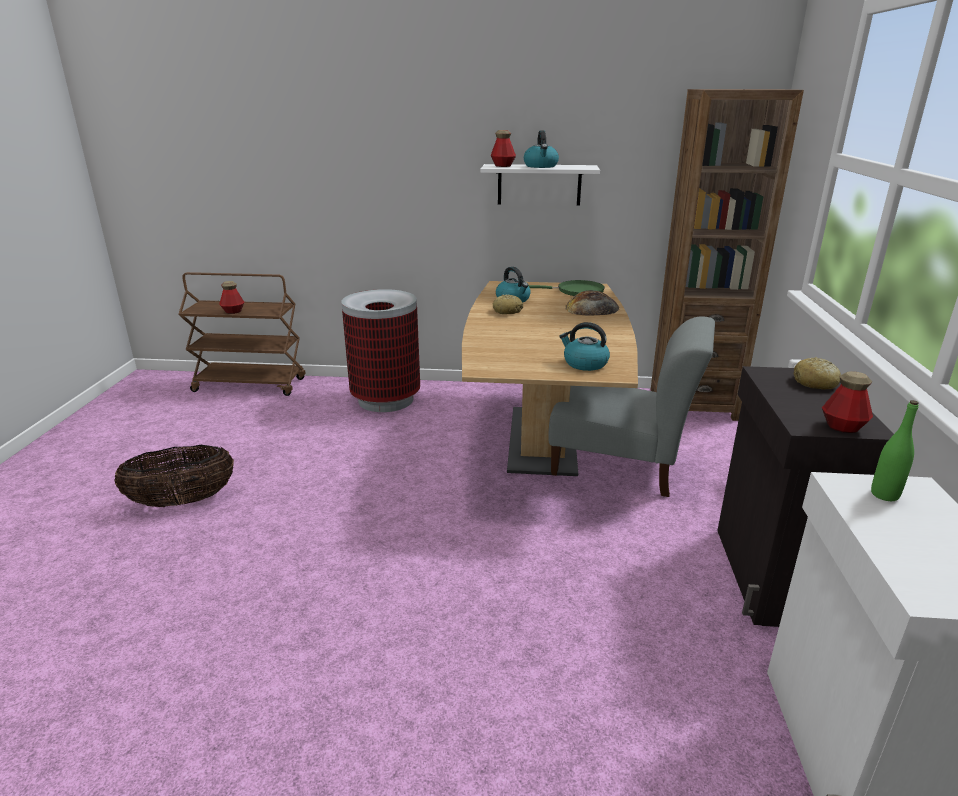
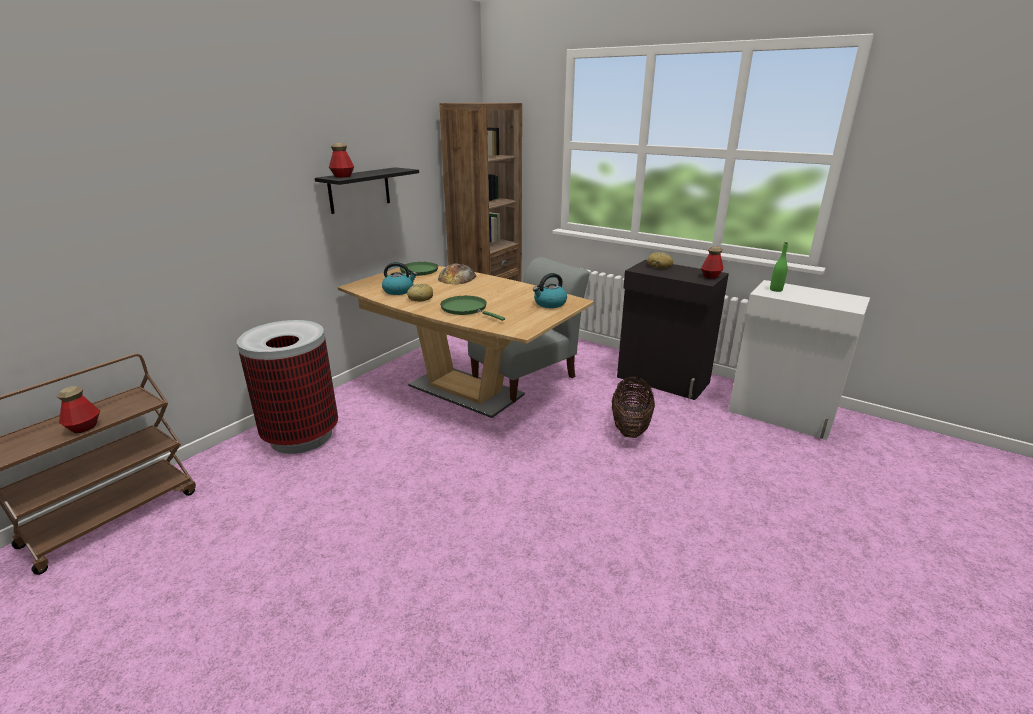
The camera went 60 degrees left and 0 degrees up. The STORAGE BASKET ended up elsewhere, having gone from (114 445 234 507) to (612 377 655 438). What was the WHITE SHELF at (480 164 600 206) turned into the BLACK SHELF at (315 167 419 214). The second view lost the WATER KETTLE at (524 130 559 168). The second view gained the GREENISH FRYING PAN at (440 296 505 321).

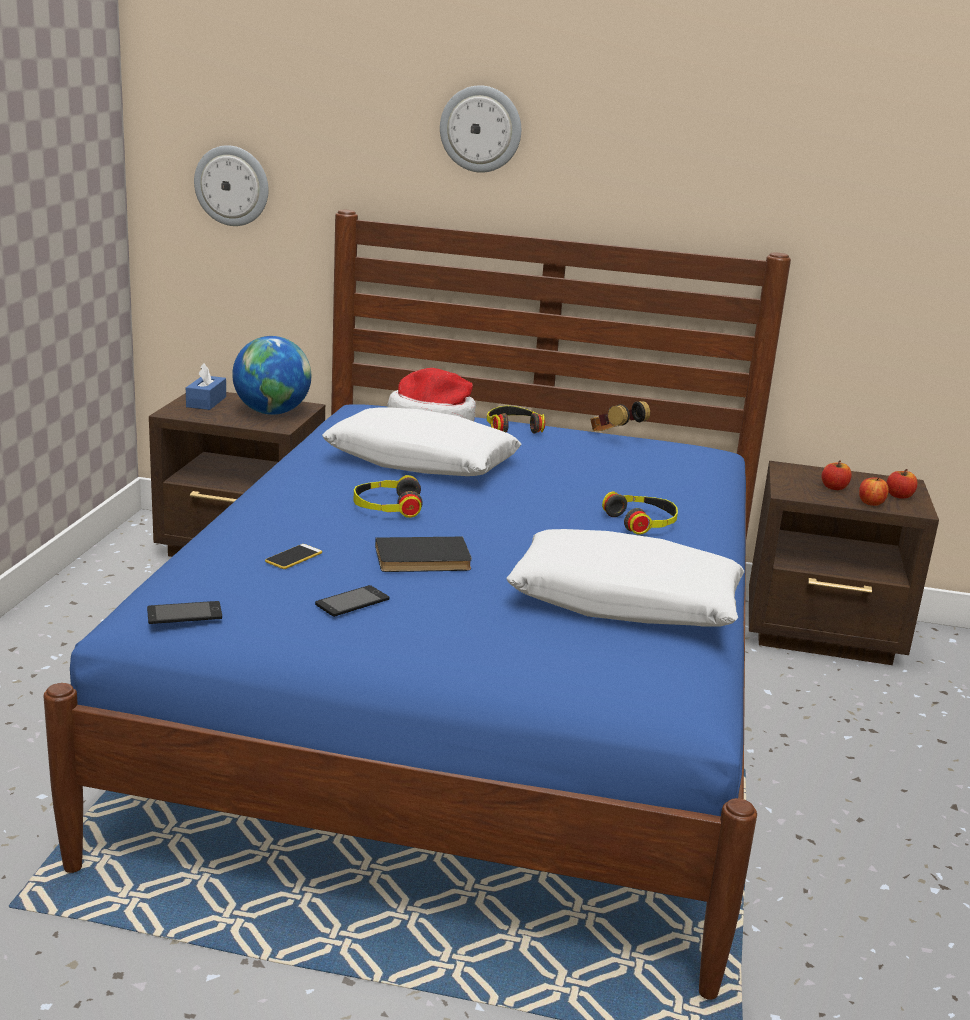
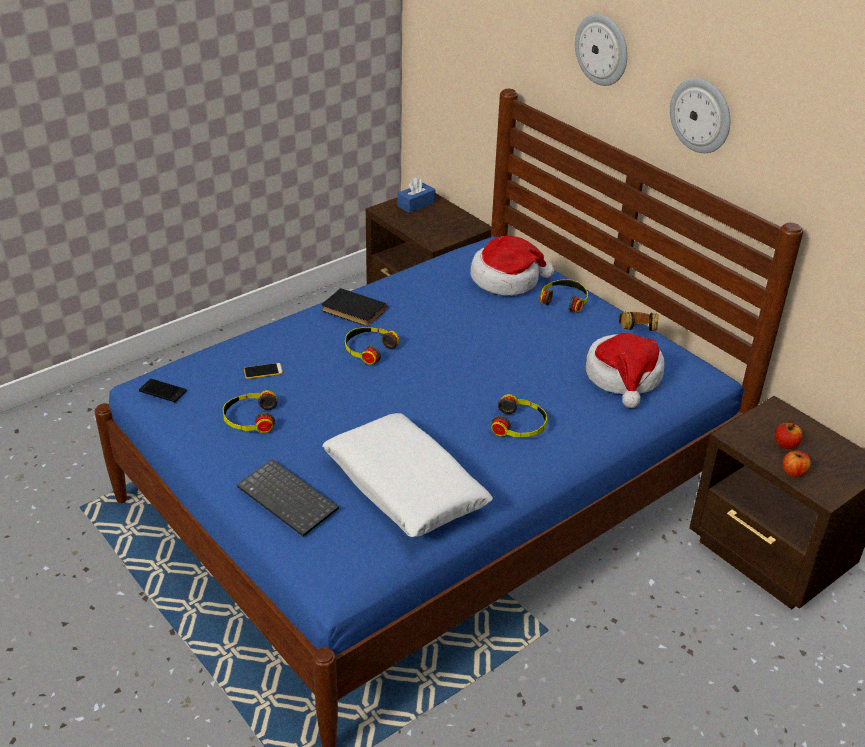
The camera went 40 degrees right and 15 degrees up. The HANGING CLOCK ended up elsewhere, having gone from (194 145 269 226) to (670 78 730 153). The second view lost the GLOBE at (232 336 311 415). Where the HANDSET stood at (315 585 389 617), the PAIR OF HEADPHONES came to stand at (223 390 277 433). The second view lost the WHITE PILLOW at (322 407 522 476). The BLACK VOLUME ended up elsewhere, having gone from (375 537 472 572) to (322 288 387 326). The second view lost the APPLE at (887 469 917 499). The second view gained the PC KEYBOARD at (237 459 339 537). The second view gained the HAT at (586 333 664 408).

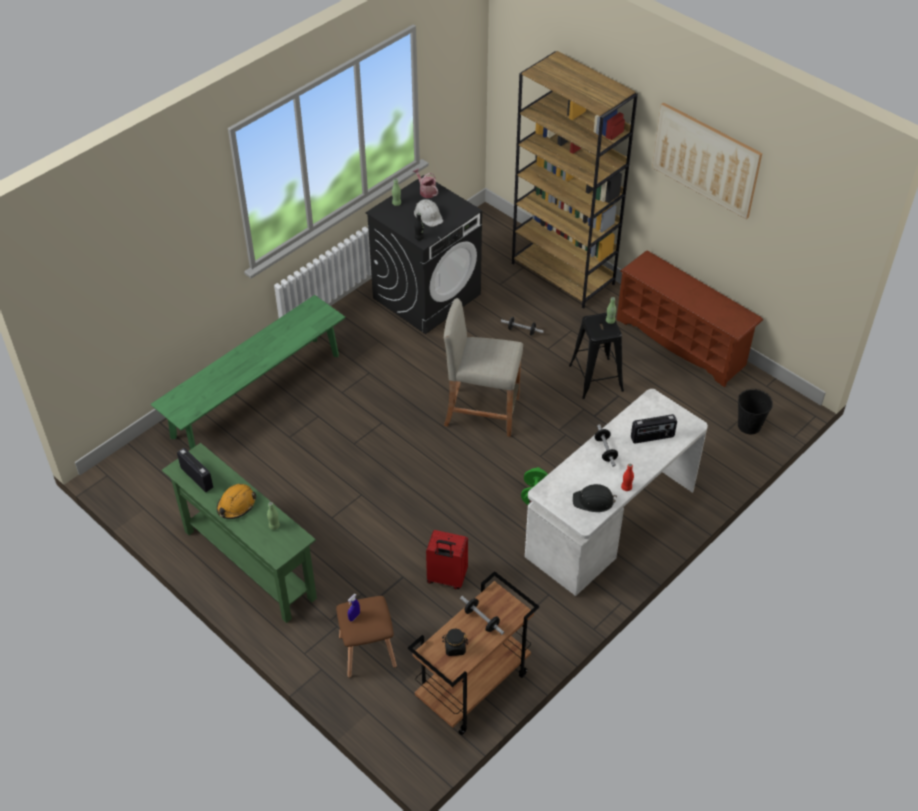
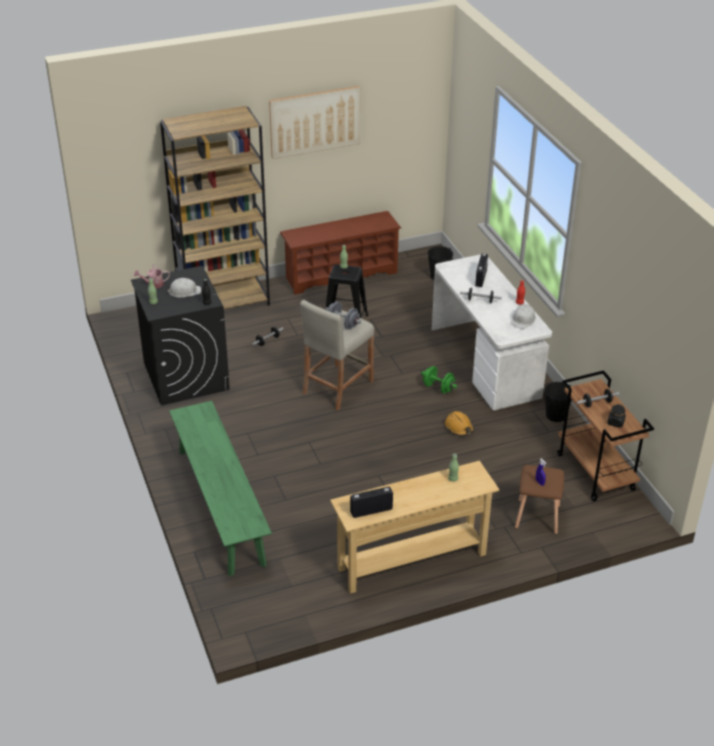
The camera went 65 degrees left and 10 degrees down. What was the GREENISH NARROW TABLE at (162 443 317 623) turned into the BEIGE NARROW TABLE at (330 461 500 594). The ORANGE-COLOURED HARD HAT ended up elsewhere, having gone from (217 484 257 519) to (445 411 474 436). The second view lost the RED TRAVEL CASE at (426 530 468 589). What was the BLACK HARD HAT at (573 484 617 512) turned into the WHITE HARD HAT at (511 304 536 329). The second view gained the GREYISH FREE WEIGHT at (325 301 361 329). The second view gained the BLACK WATER BUCKET at (544 382 572 422).

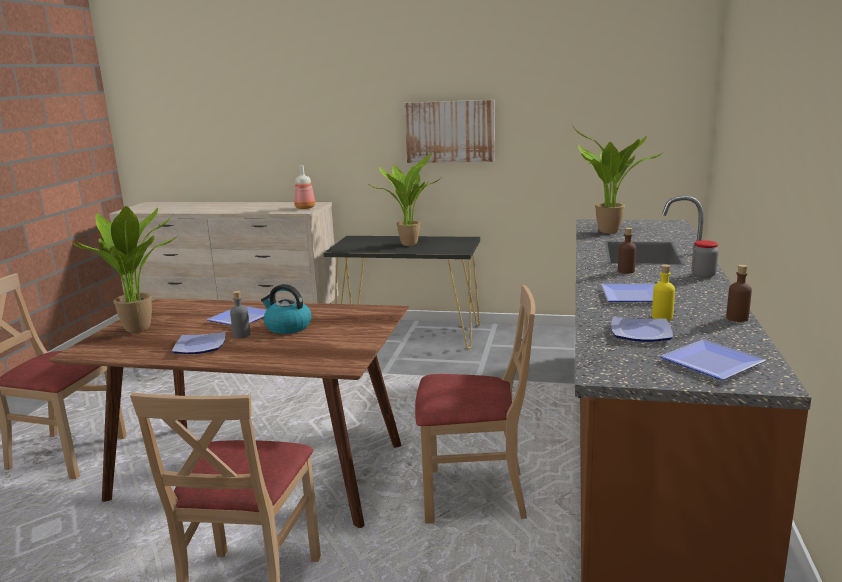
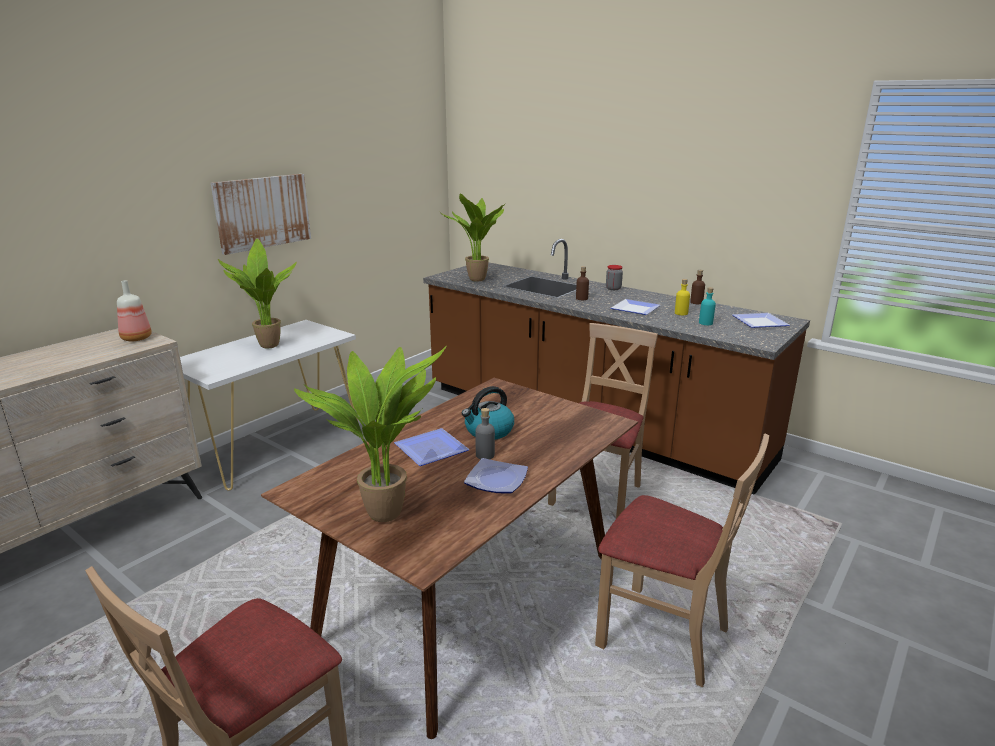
The camera went 65 degrees left and 5 degrees up. What was the BLACK NARROW TABLE at (324 236 480 349) turned into the WHITE NARROW TABLE at (180 320 358 491). Where the FLAT DISH stood at (611 317 673 342), the TURQUOISE-COLOURED BOTTLE came to stand at (699 287 716 325).

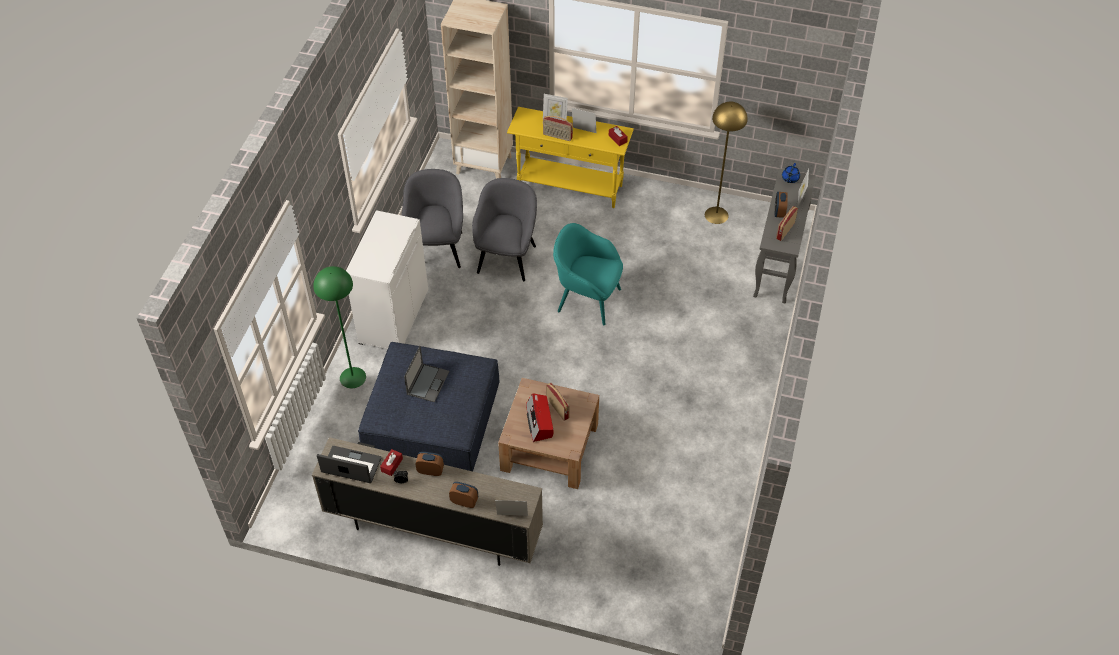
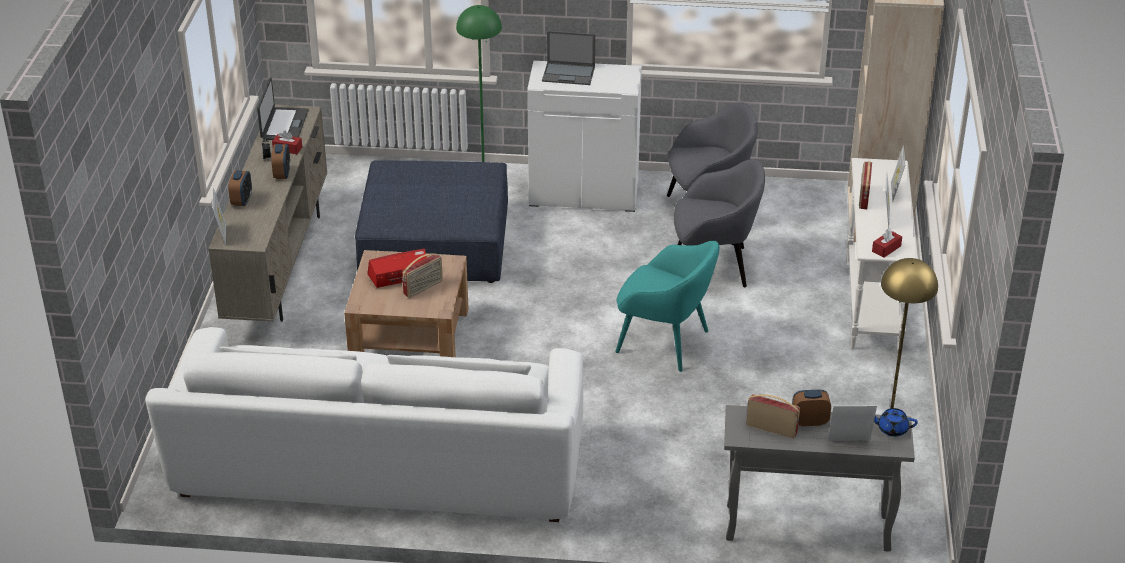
The camera went 80 degrees right and 15 degrees down. The NOTEBOOK COMPUTER ended up elsewhere, having gone from (404 346 449 402) to (542 31 595 85). What was the YELLOW-COLOURED NARROW TABLE at (507 107 634 208) turned into the WHITE NARROW TABLE at (846 158 918 352). The TURQUOISE-COLOURED LOUNGE CHAIR at (553 223 623 326) ended up facing another way, 105 degrees clockwise from before. The second view gained the WHITE SOFA at (145 327 583 522).

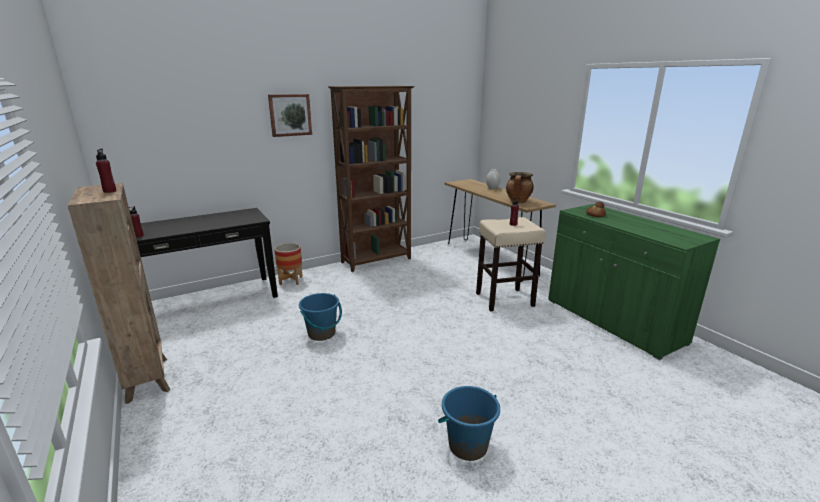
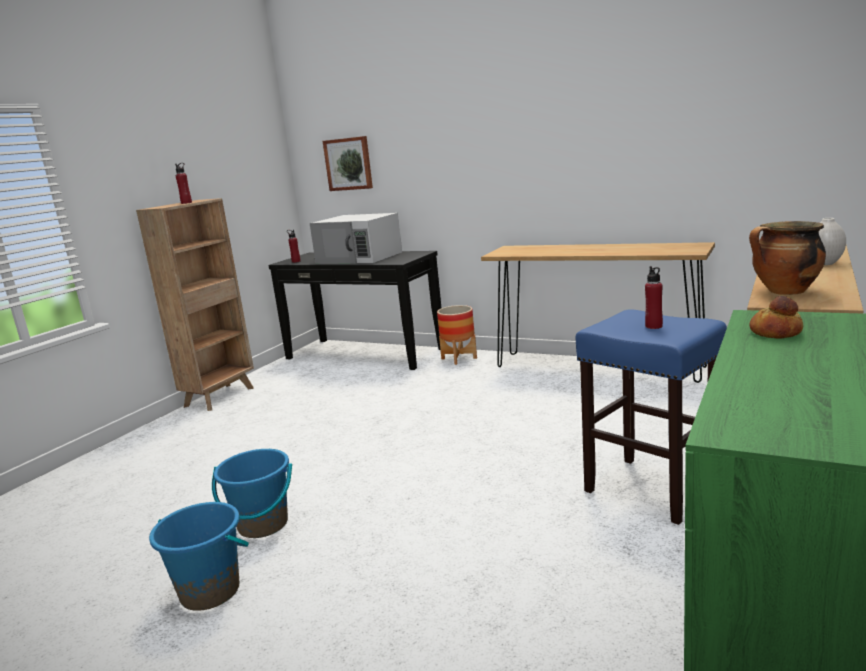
The camera went 60 degrees right and 5 degrees down. The WALL ART ended up elsewhere, having gone from (268 94 312 137) to (323 136 373 191). The BLUISH WATER BUCKET ended up elsewhere, having gone from (299 293 342 341) to (212 449 292 538). Where the BROWN-COLOURED SHELVING UNIT stood at (328 86 415 272), the BROWN-COLOURED NARROW TABLE came to stand at (481 242 715 383). What was the BEIGE STOOL SEAT at (476 217 546 311) turned into the BLUISH STOOL SEAT at (576 309 727 525). The second view gained the WHITE MICROWAVE OVEN at (310 213 402 263).

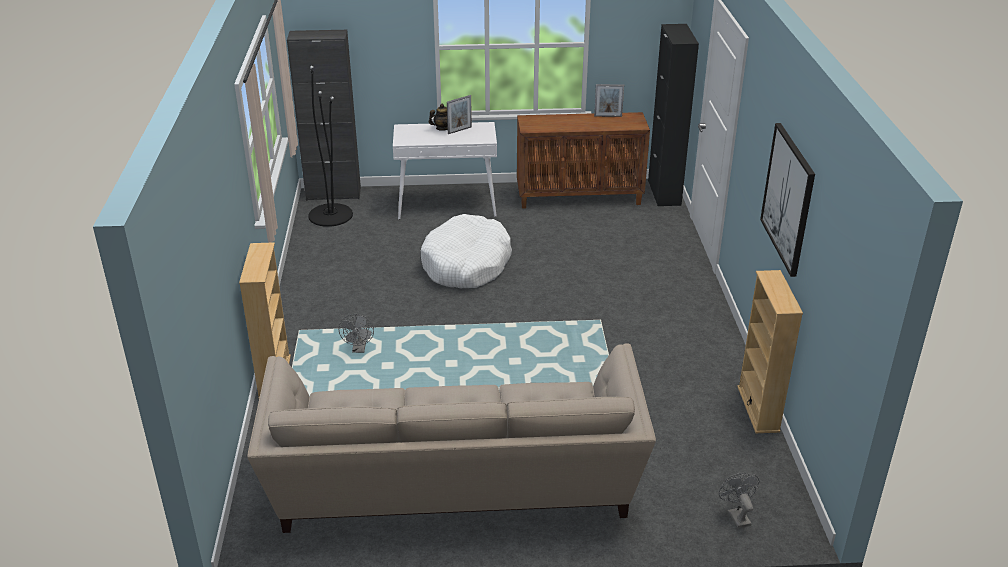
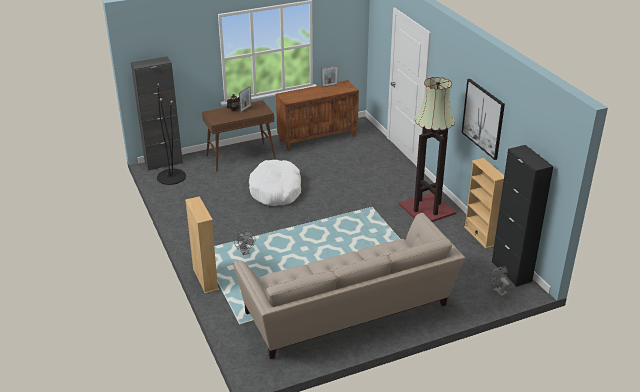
The camera went 20 degrees left and 0 degrees up. What was the WHITE NARROW TABLE at (393 122 497 220) turned into the BROWN-COLOURED NARROW TABLE at (202 100 276 172). The BLACK CUPBOARD ended up elsewhere, having gone from (648 24 699 206) to (492 145 553 287). The second view gained the STANDARD LAMP at (399 77 456 222).

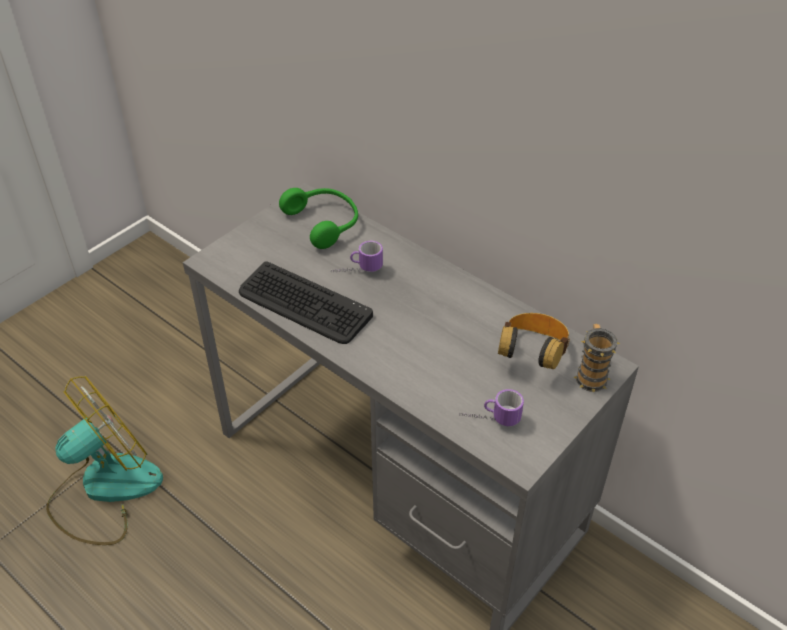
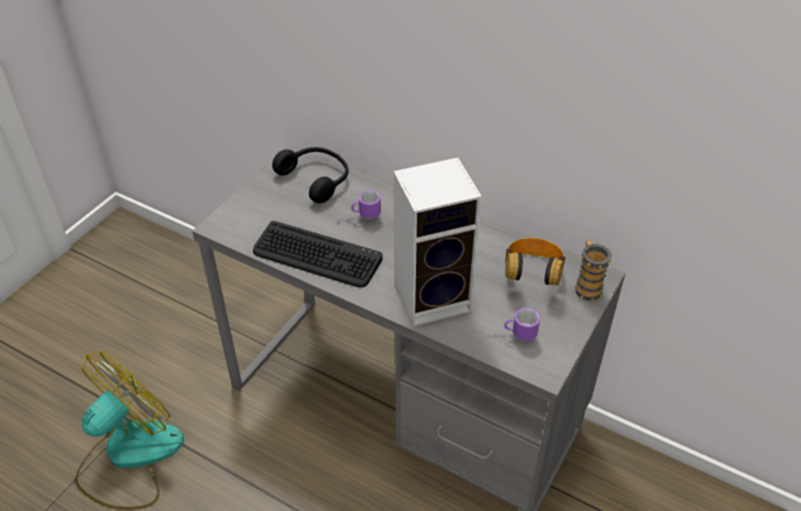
The camera went 10 degrees left and 0 degrees up. What was the GREENISH PAIR OF HEADPHONES at (279 188 358 249) turned into the BLACK PAIR OF HEADPHONES at (272 147 349 203). The second view gained the SPEAKER at (393 158 482 327).

